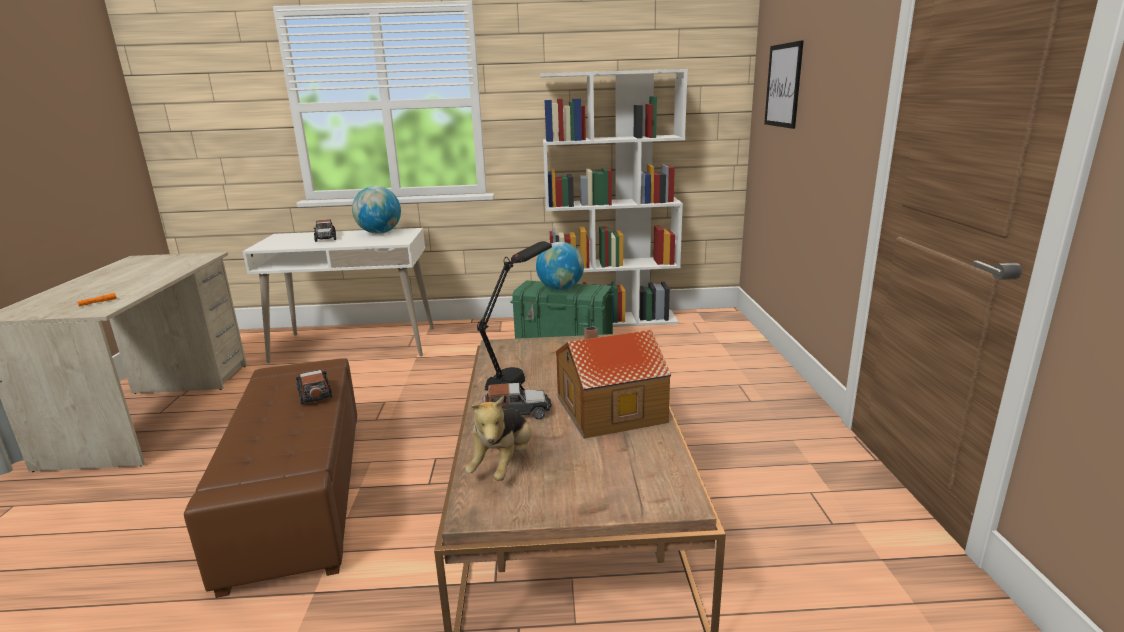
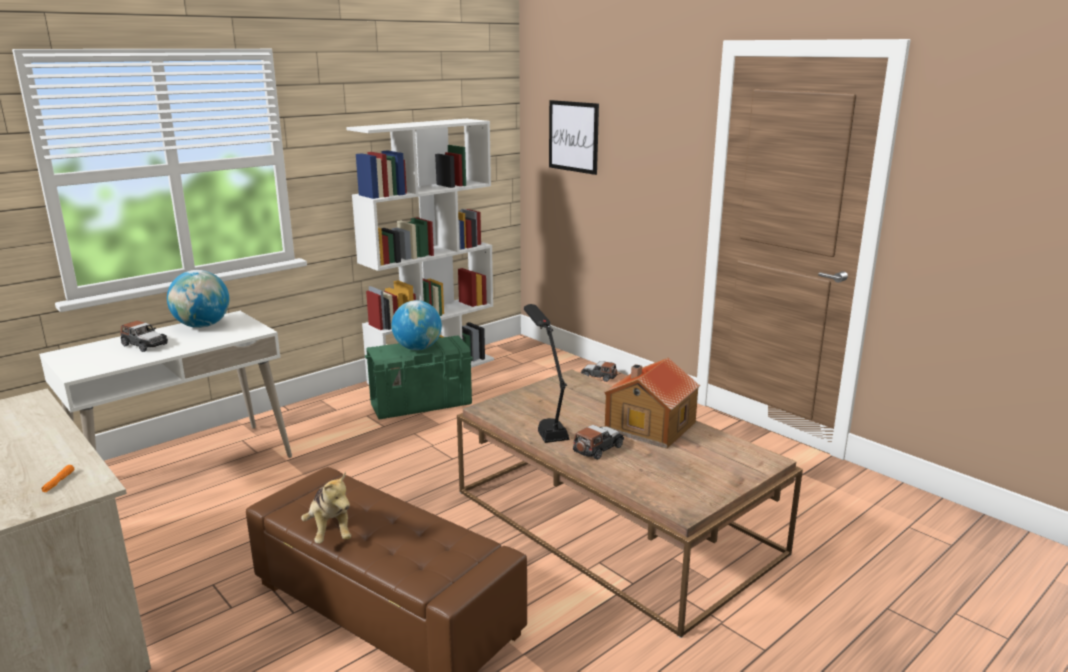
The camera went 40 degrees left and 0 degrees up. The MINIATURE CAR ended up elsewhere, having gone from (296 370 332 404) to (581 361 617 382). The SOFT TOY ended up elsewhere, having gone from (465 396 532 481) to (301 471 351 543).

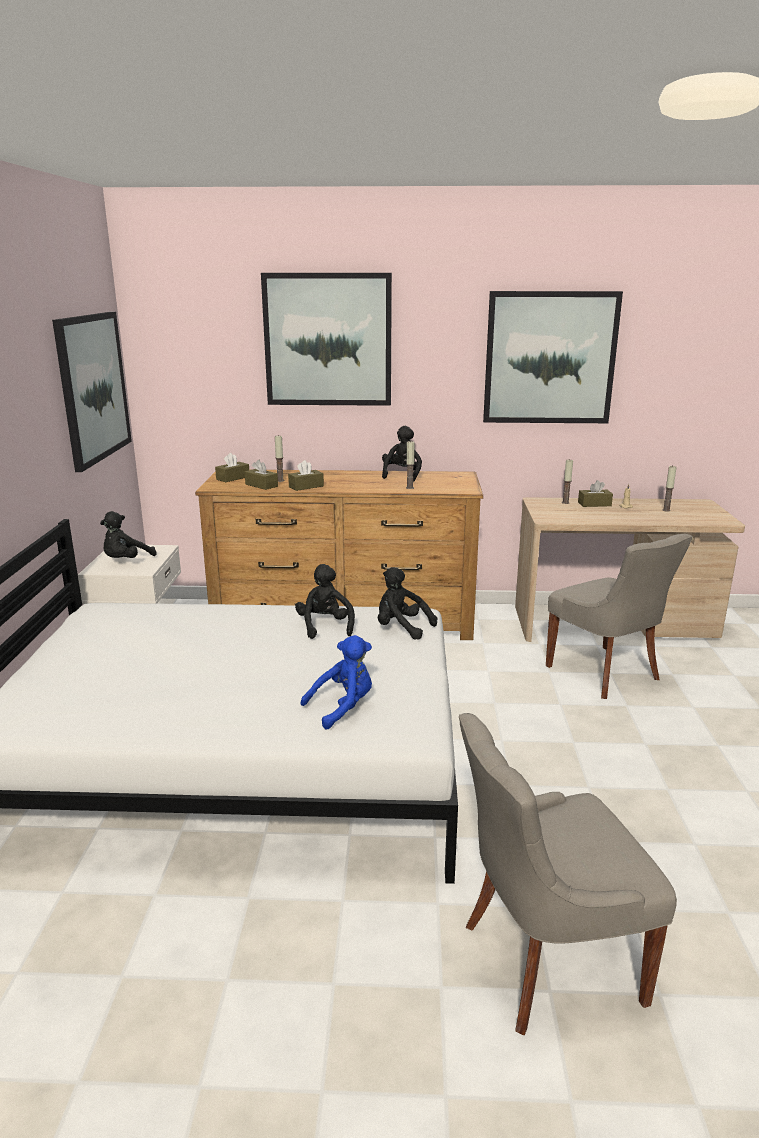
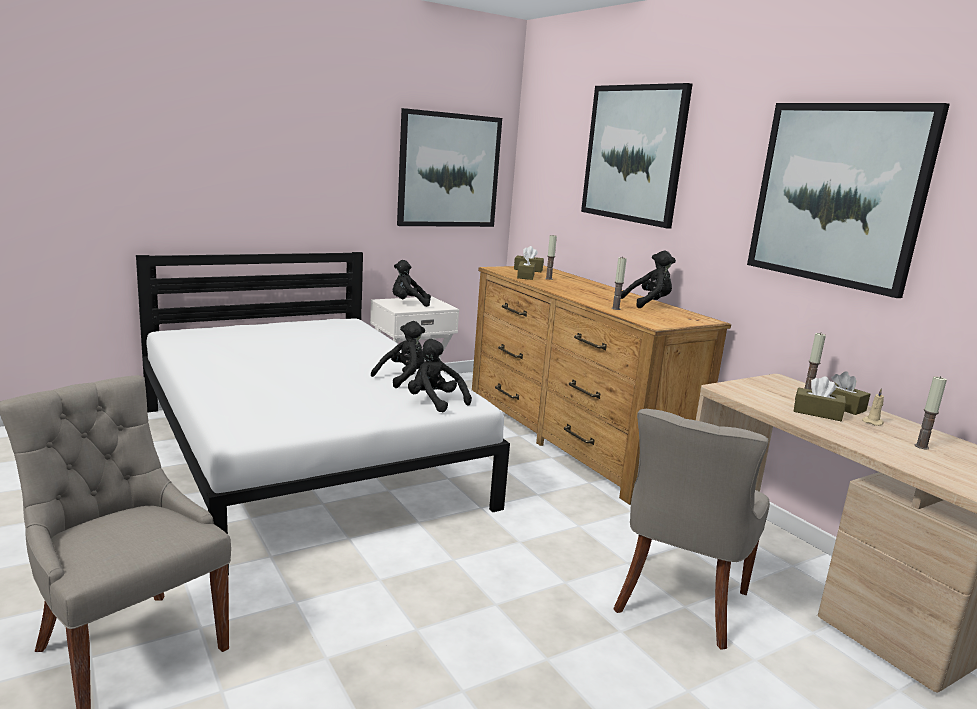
The camera went 55 degrees right and 5 degrees down. The BROWN-COLOURED TISSUE HOLDER ended up elsewhere, having gone from (288 460 324 491) to (794 377 846 421). The second view lost the BLUISH SOFT TOY at (301 635 372 729). The BLACK SOFT TOY at (378 567 437 640) ended up facing another way, 45 degrees counterclockwise from before.

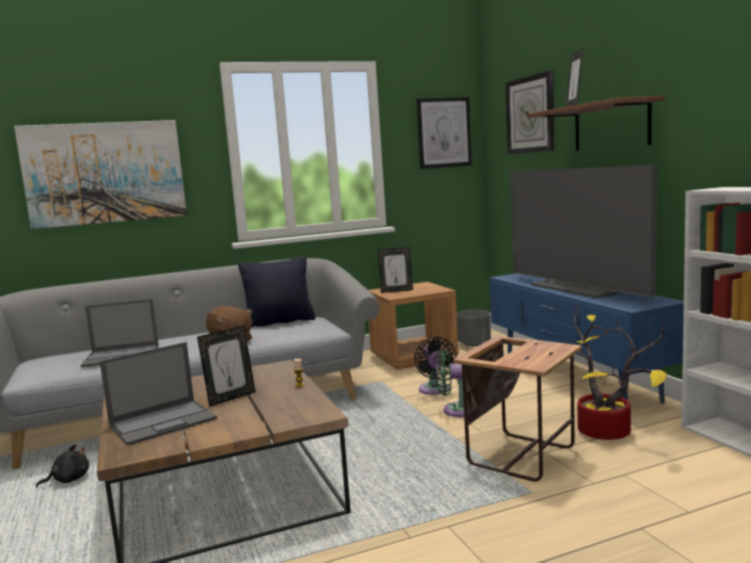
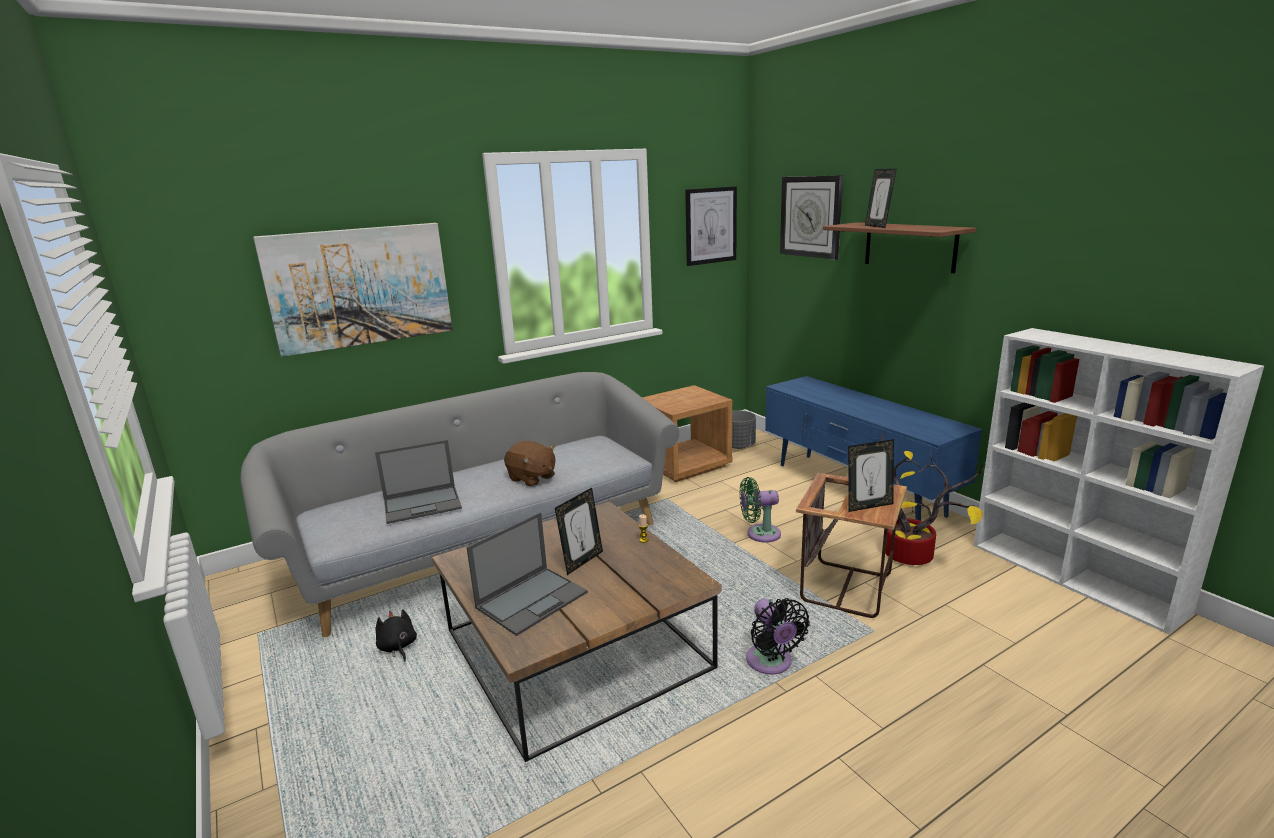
The camera went 10 degrees left and 10 degrees up. The BLACK SOFT TOY at (36 444 89 488) ended up facing another way, 75 degrees counterclockwise from before. The second view lost the BLACK PILLOW at (238 256 316 327). The STANDING FRAME ended up elsewhere, having gone from (378 247 413 293) to (848 439 894 512). The BLACK COOLING FAN ended up elsewhere, having gone from (414 337 457 395) to (746 598 810 675). The second view lost the TELEVISION at (510 165 657 298).

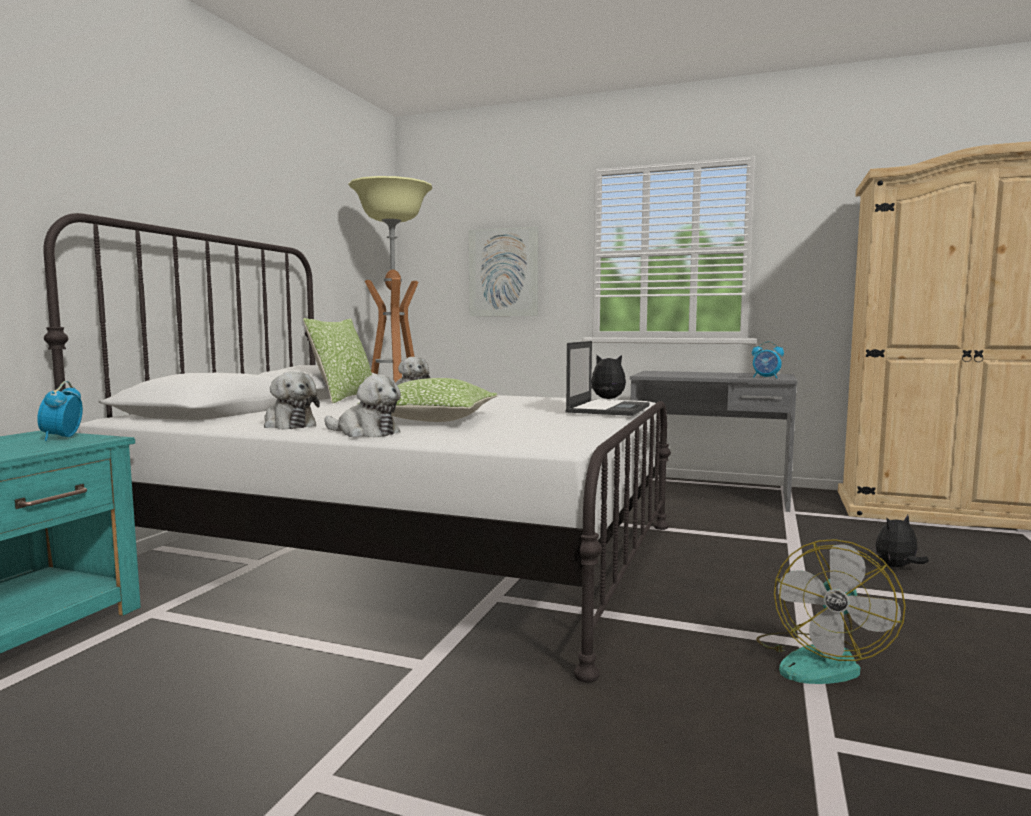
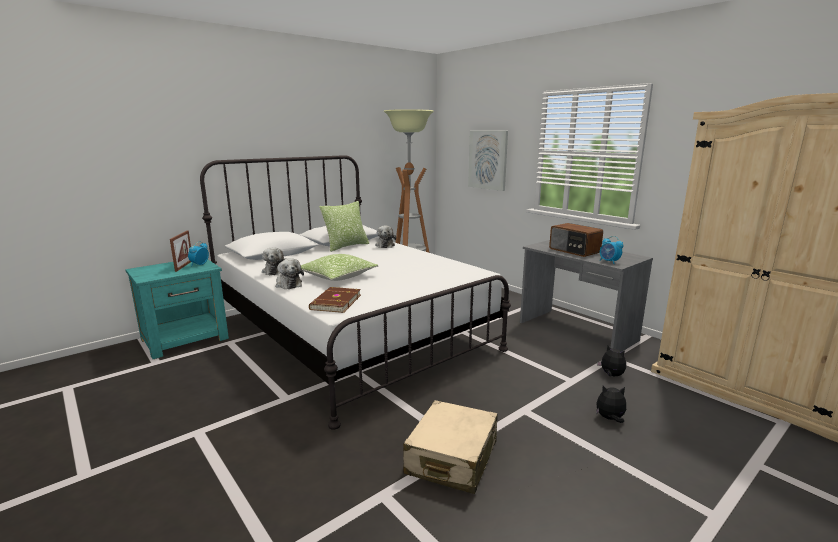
The camera went 30 degrees right and 10 degrees up. The second view lost the NOTEBOOK COMPUTER at (565 341 649 416). The SOFT TOY ended up elsewhere, having gone from (591 355 626 399) to (597 345 626 376). Where the COOLING FAN stood at (756 539 906 684), the BEIGE TRAVEL CASE came to stand at (403 400 498 494). The second view gained the STANDING FRAME at (170 231 191 272). The second view gained the BROWN-COLOURED VOLUME at (309 287 361 313). The second view gained the RADIO RECEIVER at (549 223 603 257).

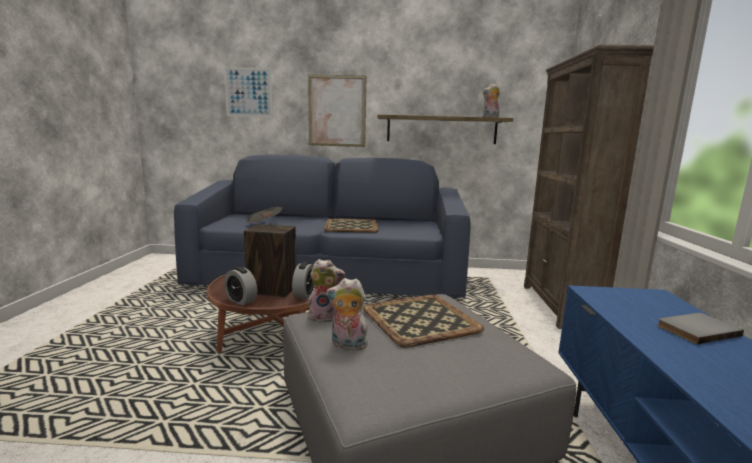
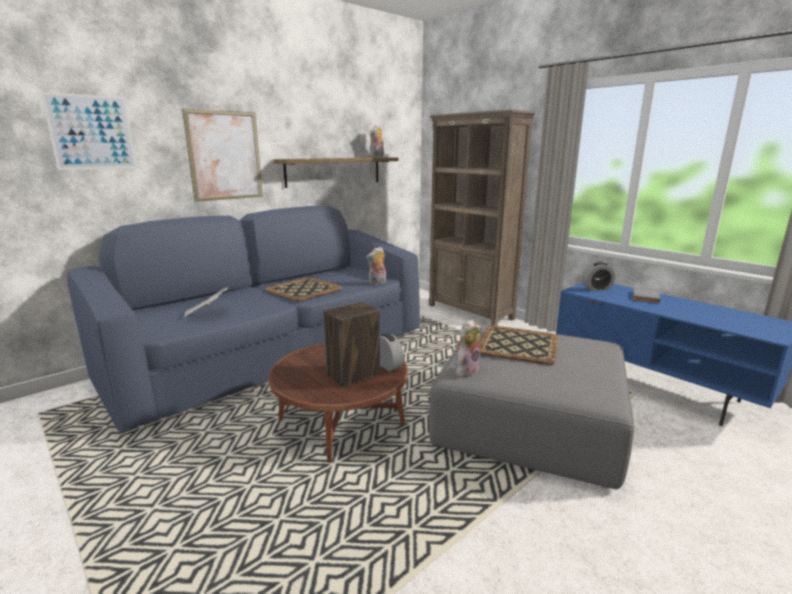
The camera went 45 degrees left and 5 degrees up. The TABLE CLOCK ended up elsewhere, having gone from (224 267 257 306) to (582 262 615 291). The SOFT TOY ended up elsewhere, having gone from (326 278 368 350) to (366 247 386 285).

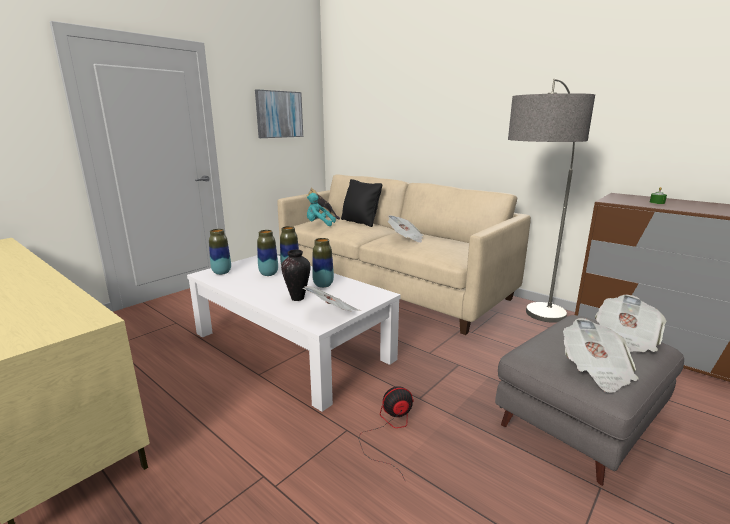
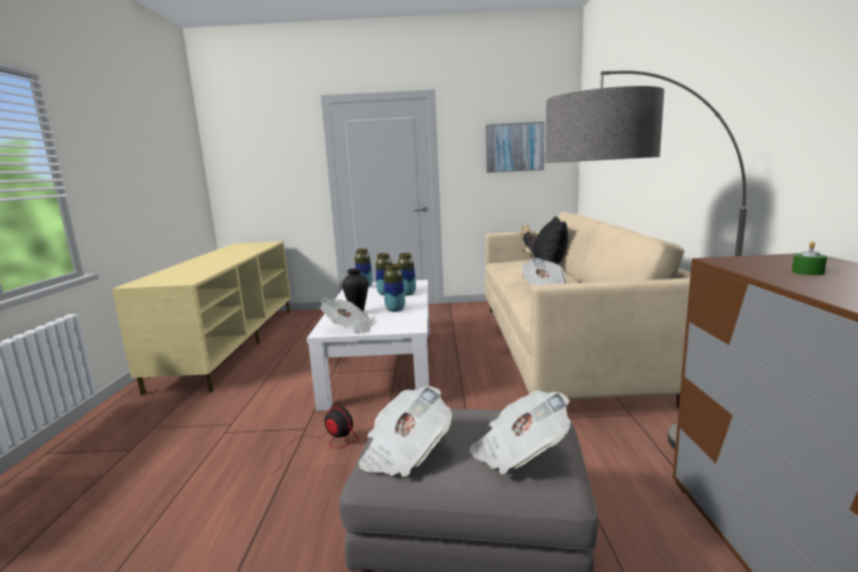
The camera went 50 degrees right and 5 degrees down. The second view lost the TURQUOISE-COLOURED SOFT TOY at (307 193 336 226).

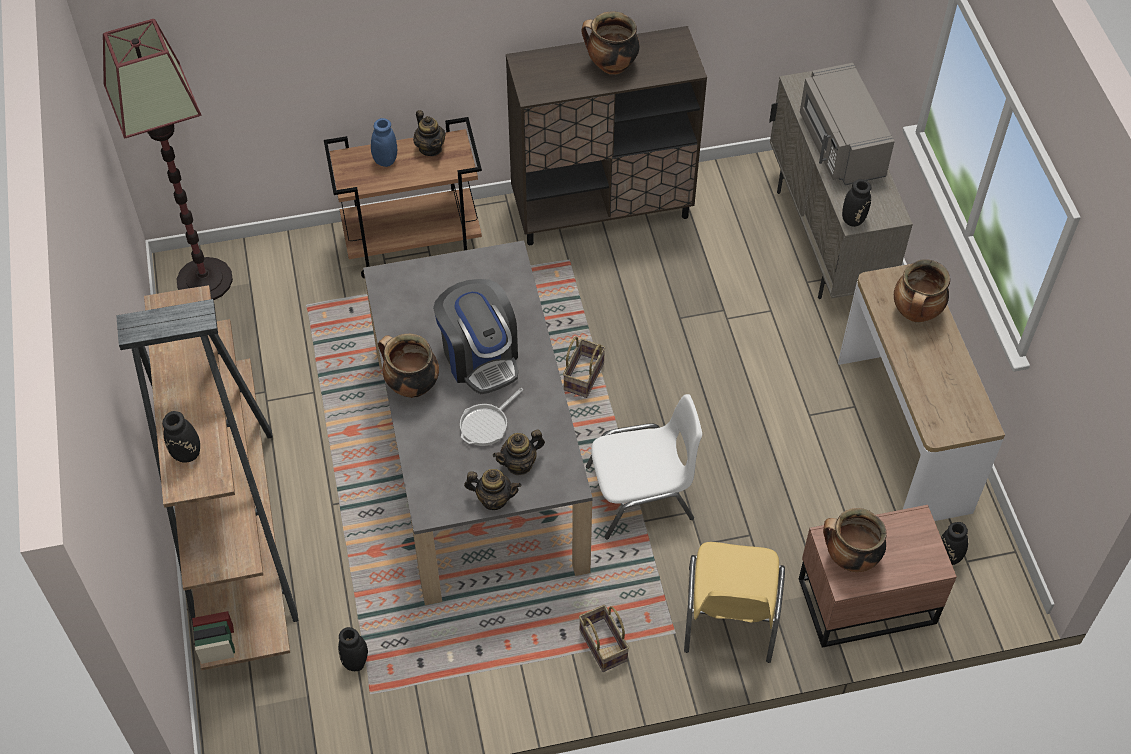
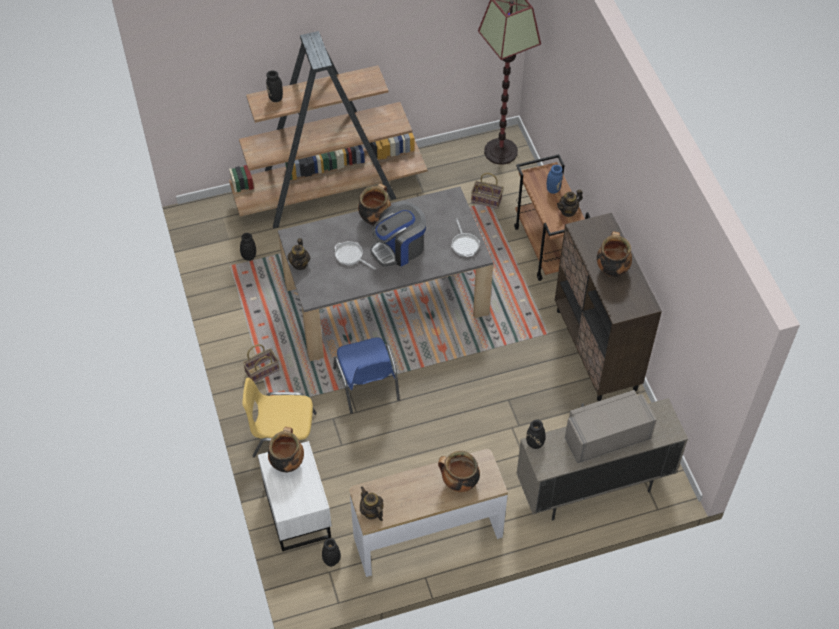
The camera went 85 degrees right and 0 degrees up. The POT FOR TEA ended up elsewhere, having gone from (493 430 545 475) to (360 486 383 521). The STORAGE BASKET ended up elsewhere, having gone from (563 336 605 398) to (471 173 503 209). What was the WHITE UPRIGHT CHAIR at (586 394 702 539) turned into the BLUISH UPRIGHT CHAIR at (333 337 400 413). What was the BROWN-COLOURED BEDSIDE TABLE at (799 505 957 648) turned into the WHITE BEDSIDE TABLE at (258 441 332 551). The second view gained the FRYING PAN at (451 218 480 257).

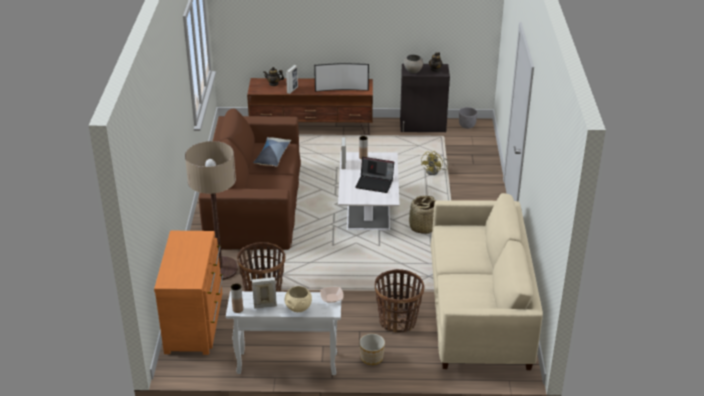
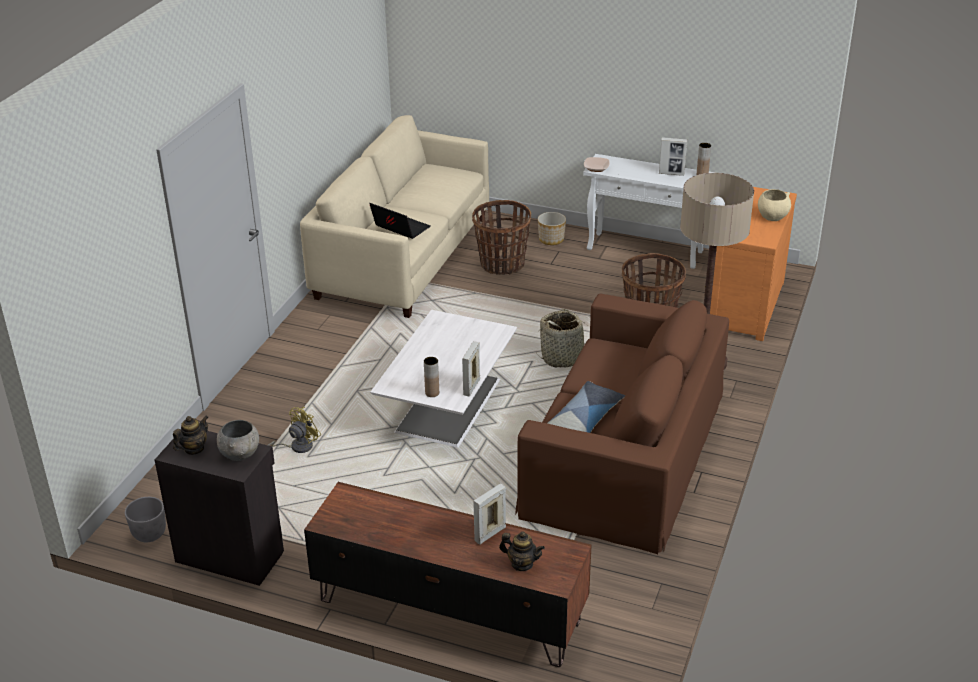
The camera went 160 degrees left and 0 degrees up. The BEIGE DEEP DISH ended up elsewhere, having gone from (284 286 312 312) to (758 189 791 221). The second view lost the TELEVISION at (314 63 369 92). The NOTEBOOK COMPUTER ended up elsewhere, having gone from (356 157 394 193) to (369 203 430 239). The STORAGE BASKET ended up elsewhere, having gone from (407 196 437 234) to (536 309 586 368).

